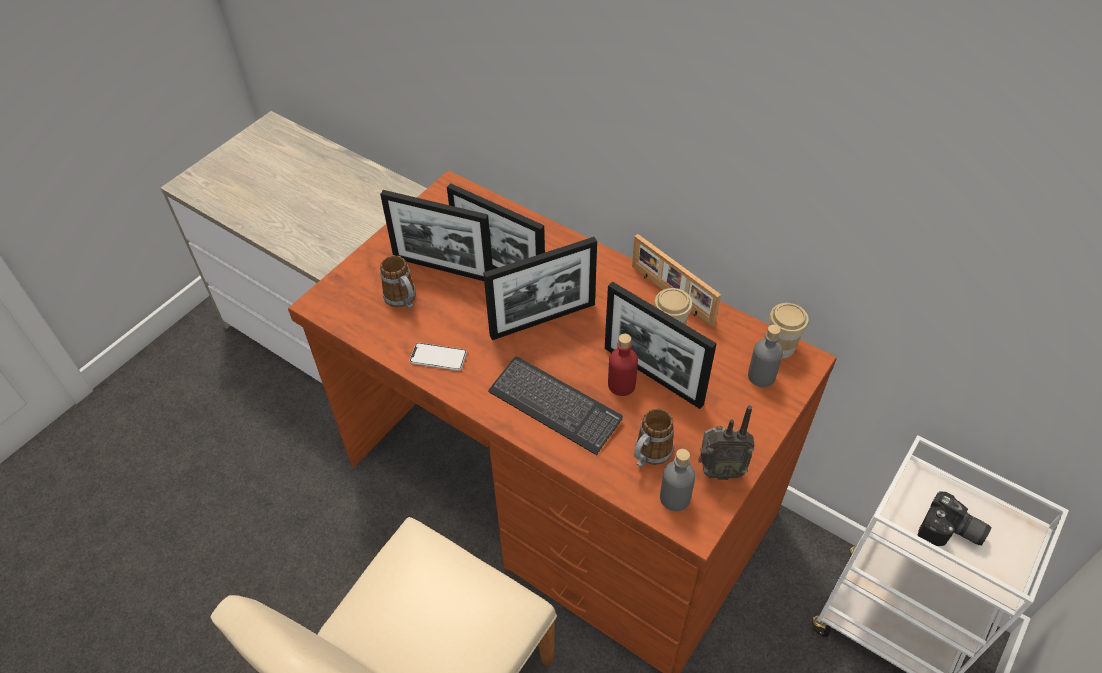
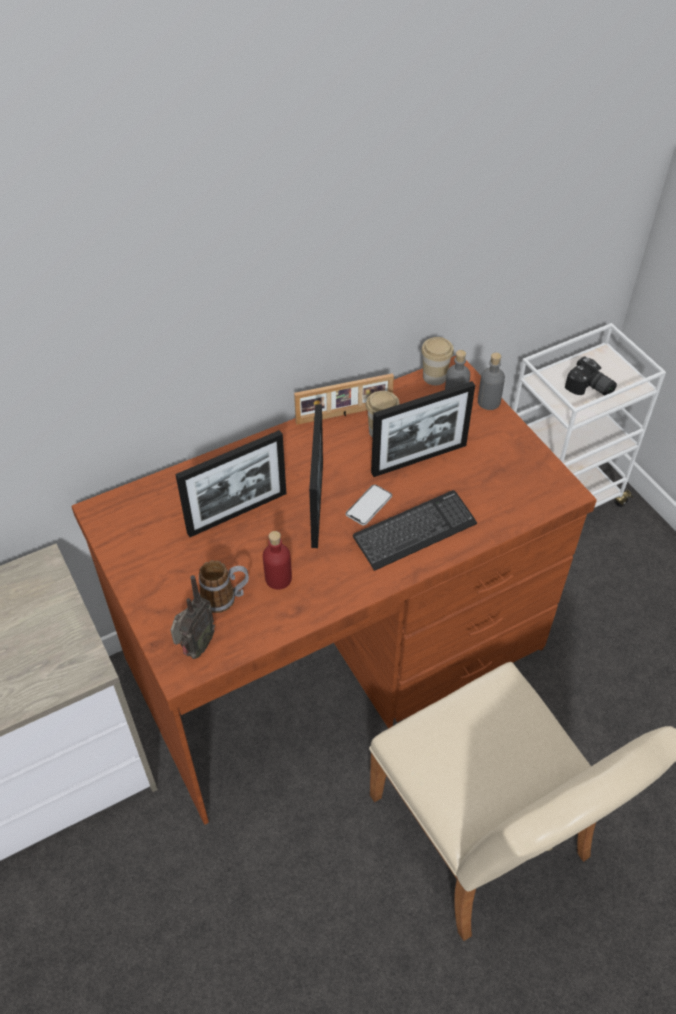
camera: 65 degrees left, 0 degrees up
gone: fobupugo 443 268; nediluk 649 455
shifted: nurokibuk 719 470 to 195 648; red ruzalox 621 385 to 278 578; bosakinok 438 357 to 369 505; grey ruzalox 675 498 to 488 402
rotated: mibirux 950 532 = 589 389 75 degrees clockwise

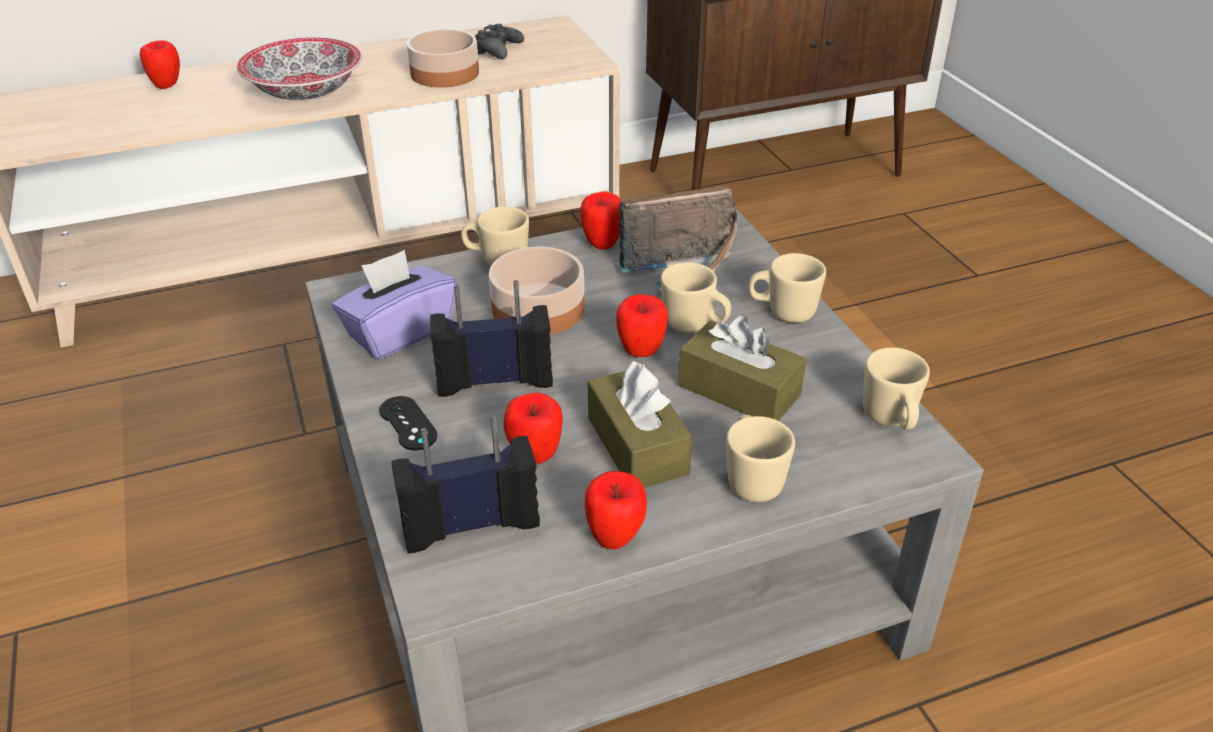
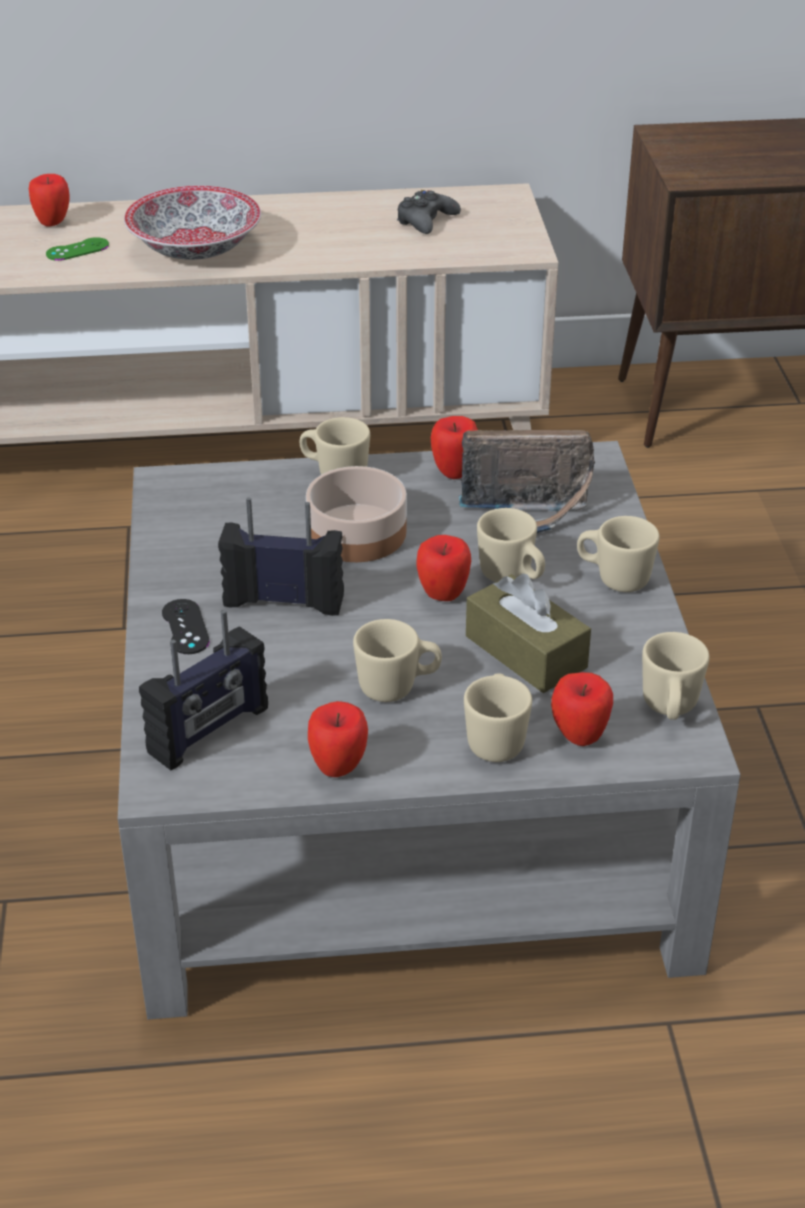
camera: 15 degrees right, 0 degrees up
gone: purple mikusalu 399 332; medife 443 73
new: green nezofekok 77 250
shifted: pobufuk 535 456 to 579 738
swapped: brown mikusalu 637 445 to beige nediluk 397 687
rotated: nurokibuk 470 525 = 209 731 135 degrees clockwise

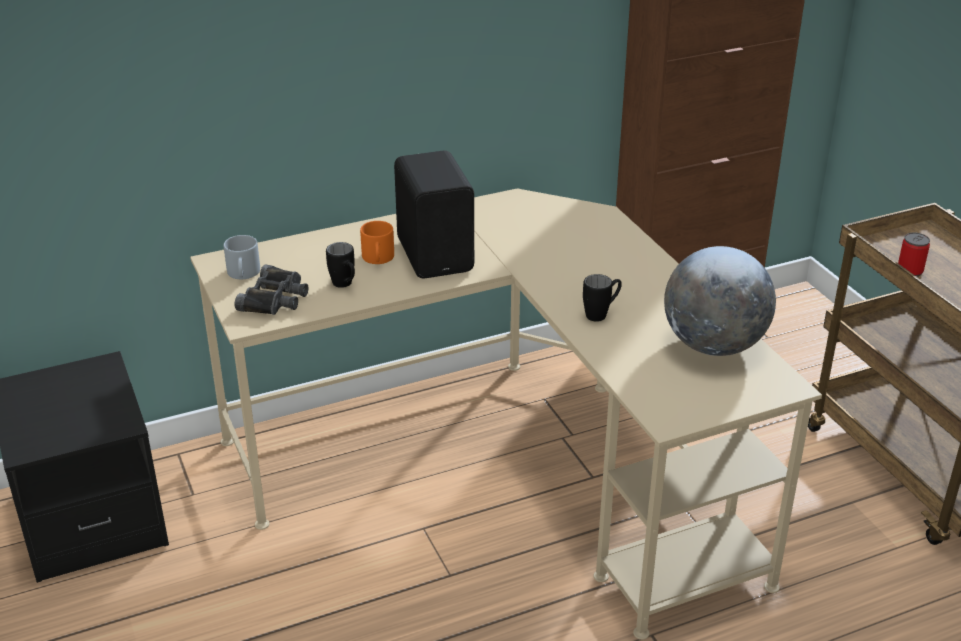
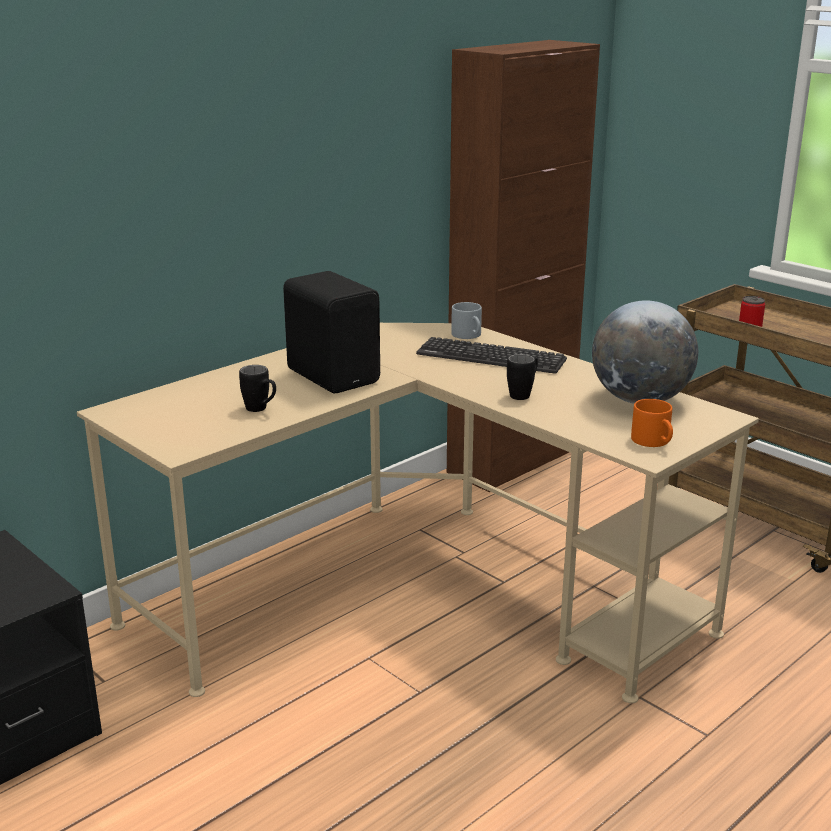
camera: 20 degrees left, 10 degrees down
gone: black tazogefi 275 298
new: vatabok 491 357
shifted: grey nediluk 244 274 to 469 335; orange nediluk 378 259 to 654 442

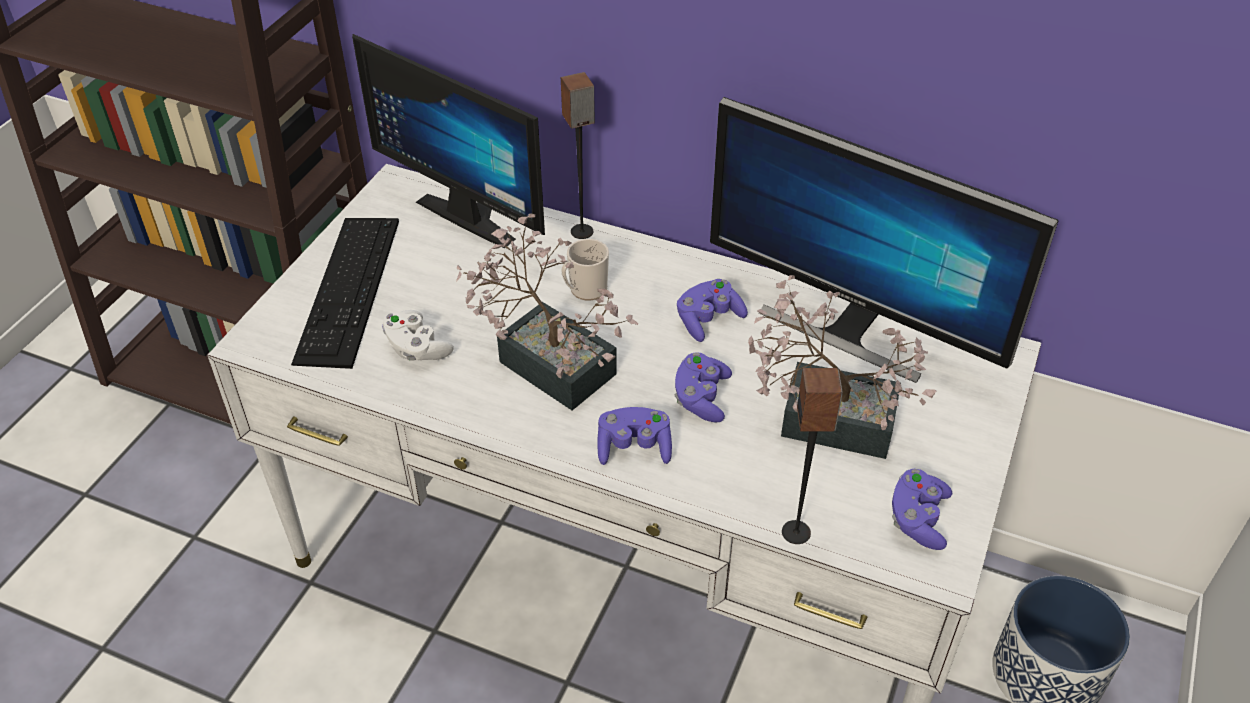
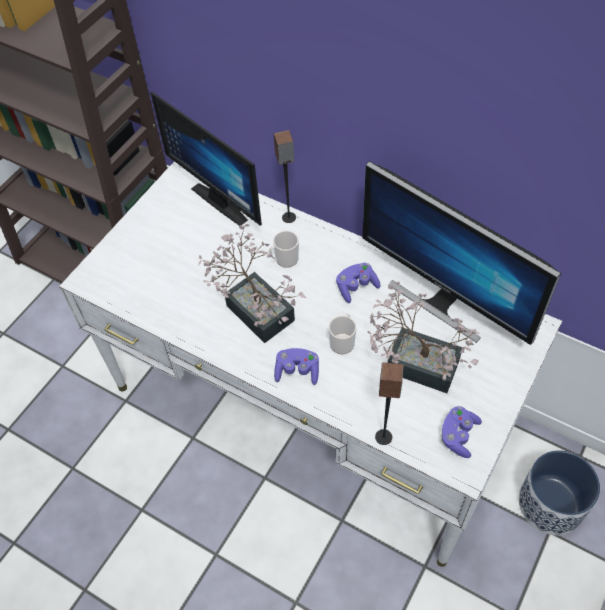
camera: 10 degrees right, 10 degrees up
gone: vatabok 348 289; white nezofekok 417 348
swapped: purple nezofekok 701 398 to nediluk 343 341

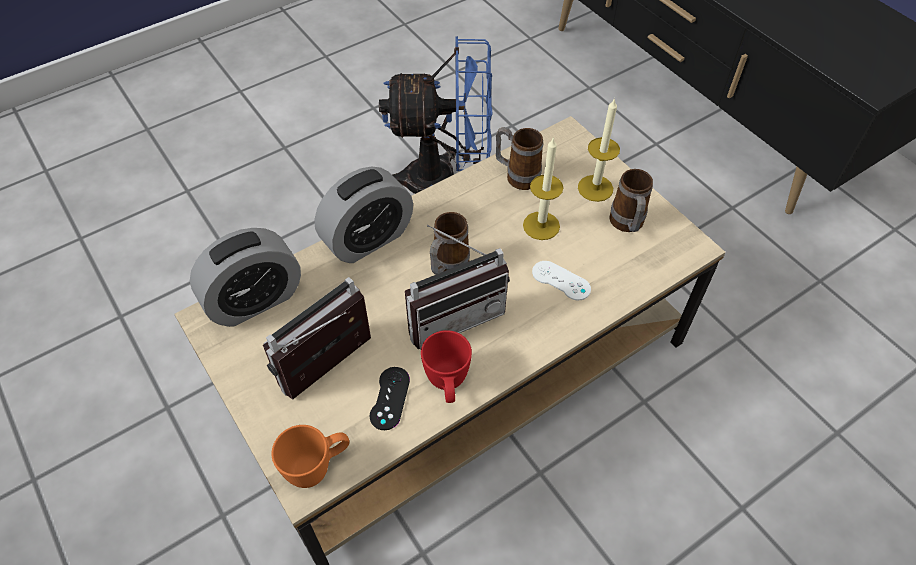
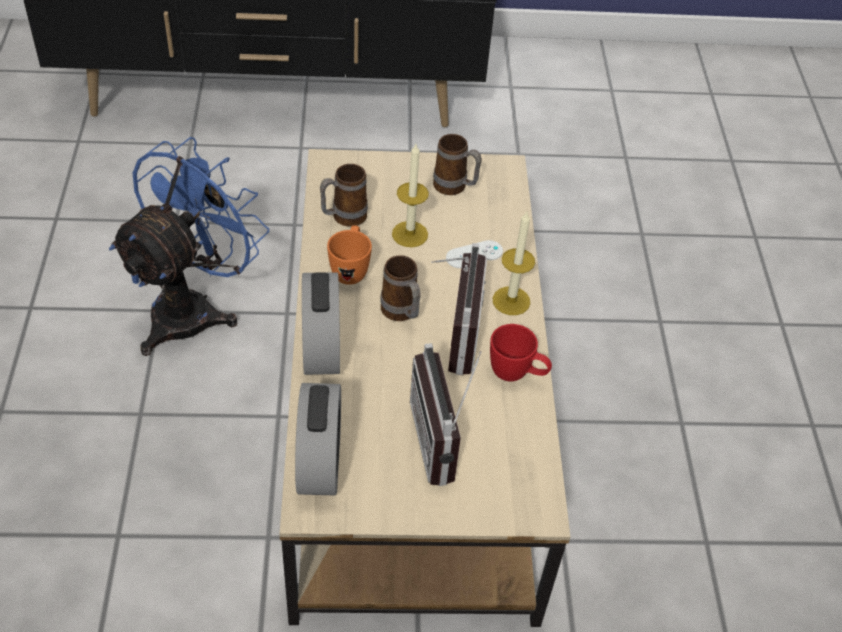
camera: 60 degrees left, 5 degrees down
gone: black nezofekok 390 398
shifted: orange nediluk 318 467 to 350 270; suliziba 595 188 to 511 301

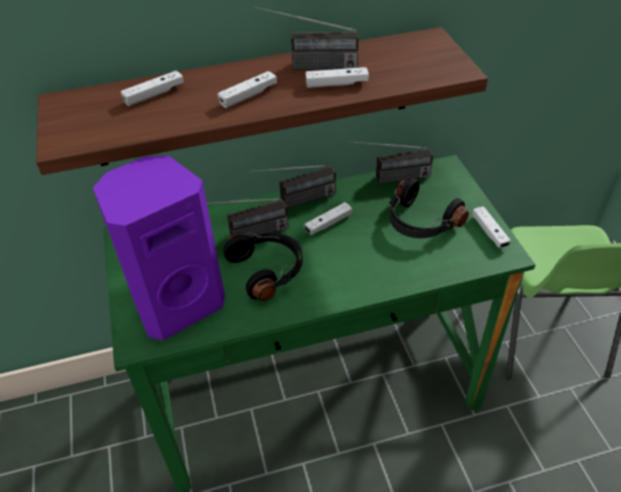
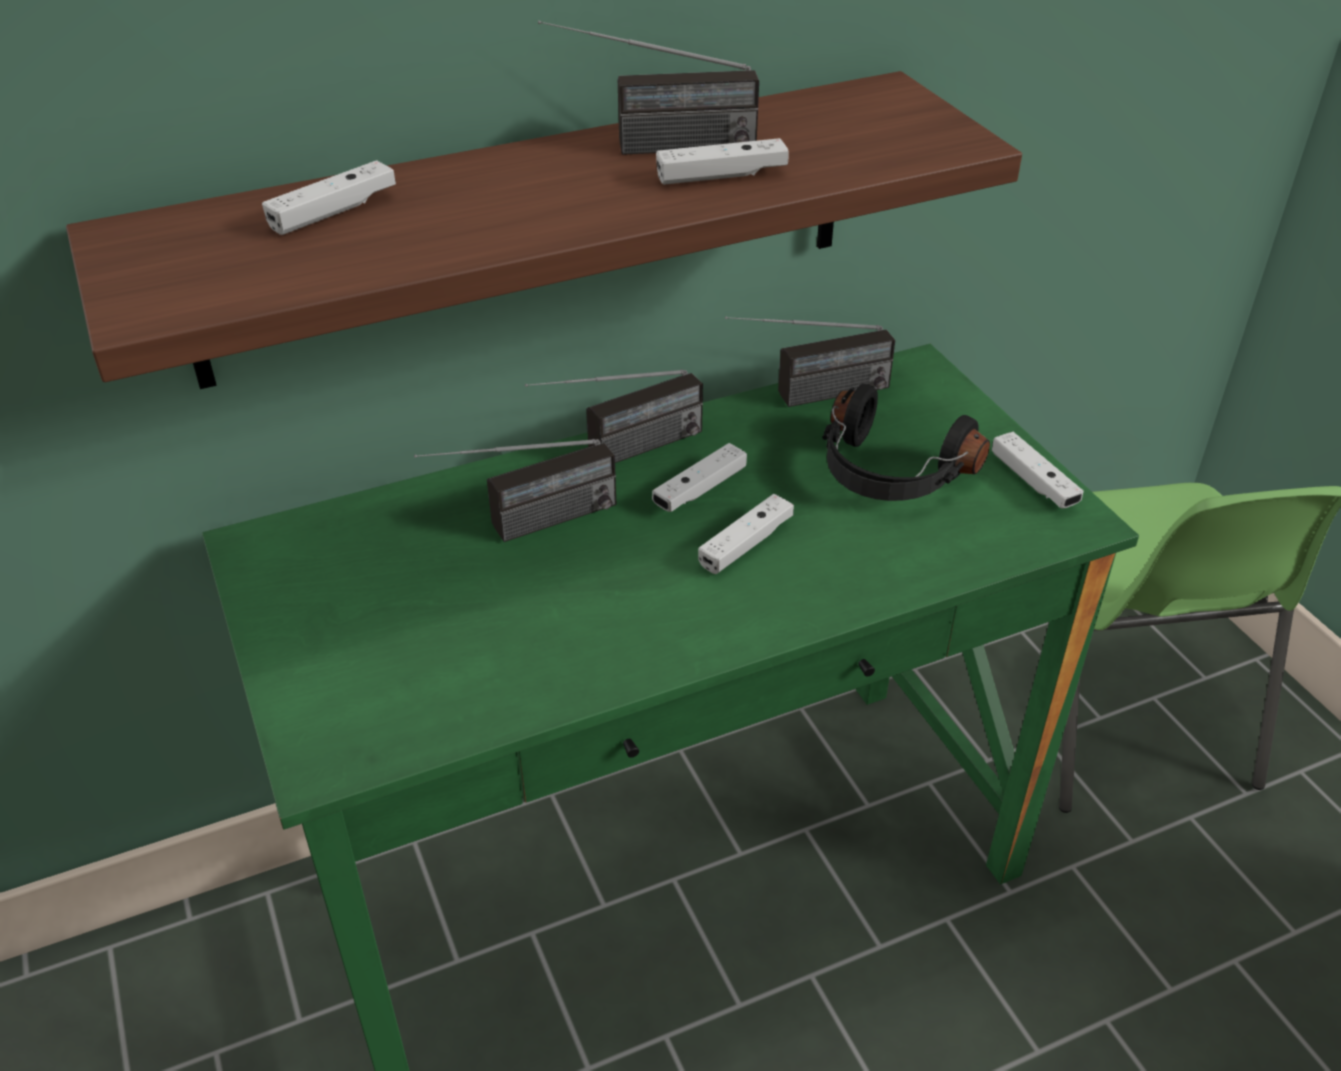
camera: 10 degrees left, 5 degrees down
gone: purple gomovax 177 303; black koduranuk 268 270
shifted: white nezofekok 248 96 to 746 544

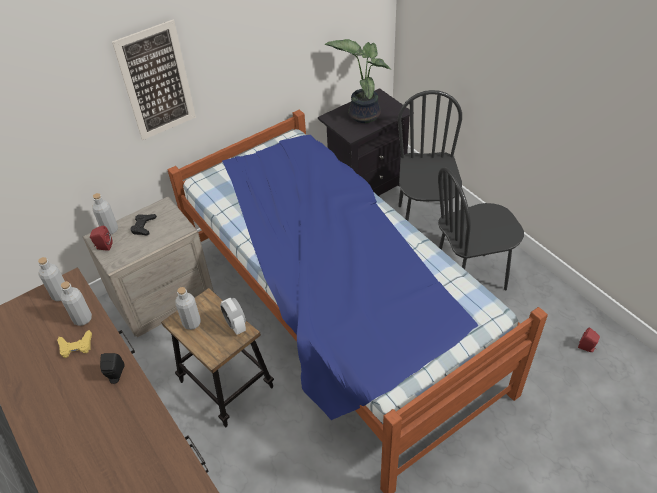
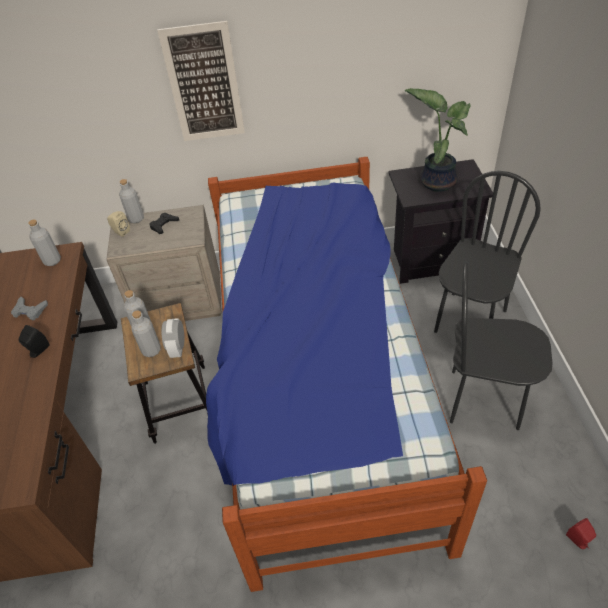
camera: 30 degrees right, 0 degrees up
shifted: grey ruzalox 82 319 to 151 350
repainted: yellow nezofekok 76 346 to grey nezofekok 29 311; red gomovax 103 246 to beige gomovax 120 232

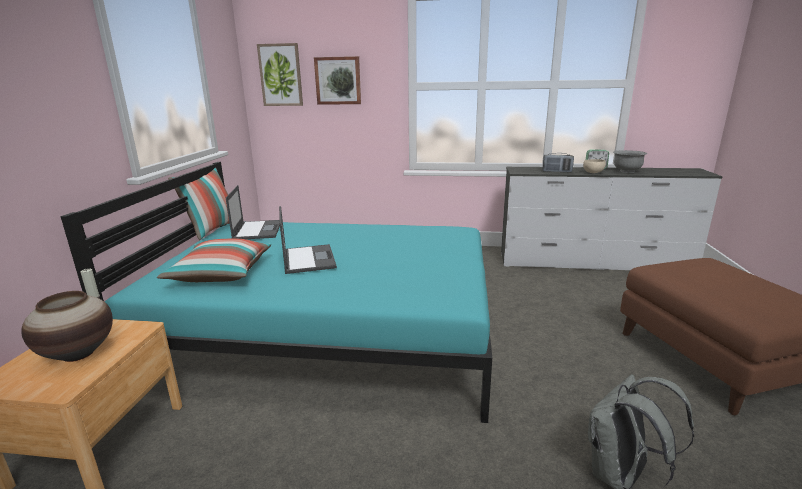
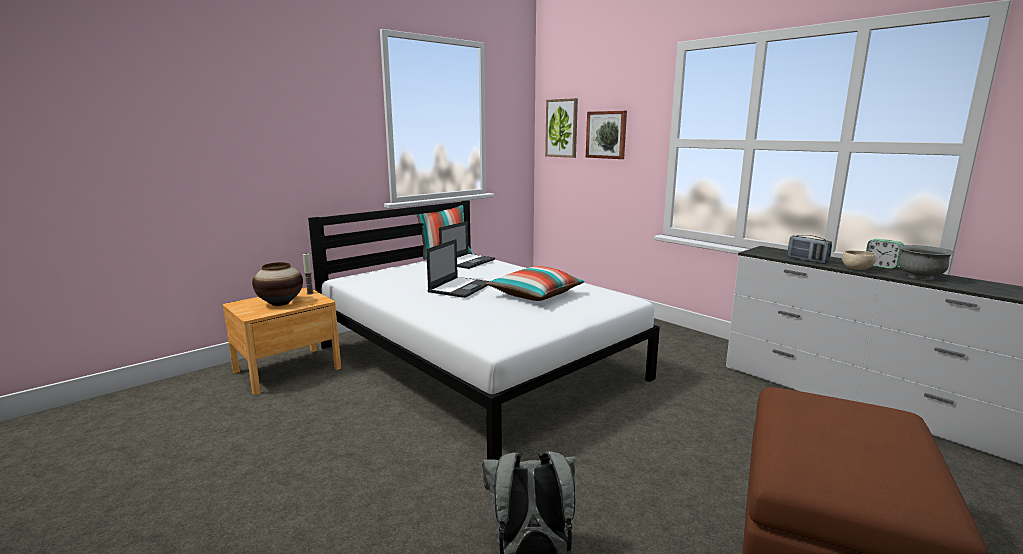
camera: 40 degrees right, 5 degrees down
shifted: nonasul 221 273 to 535 295
repainted: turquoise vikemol 328 332 to white vikemol 477 362

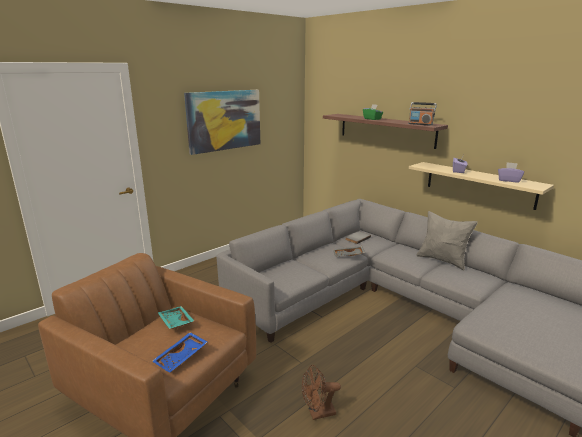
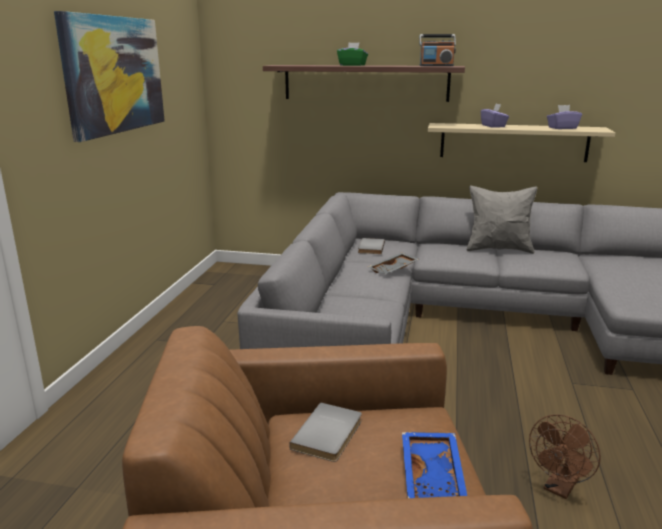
camera: 35 degrees left, 0 degrees up
swapped: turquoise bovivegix 175 322 to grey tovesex 330 434

